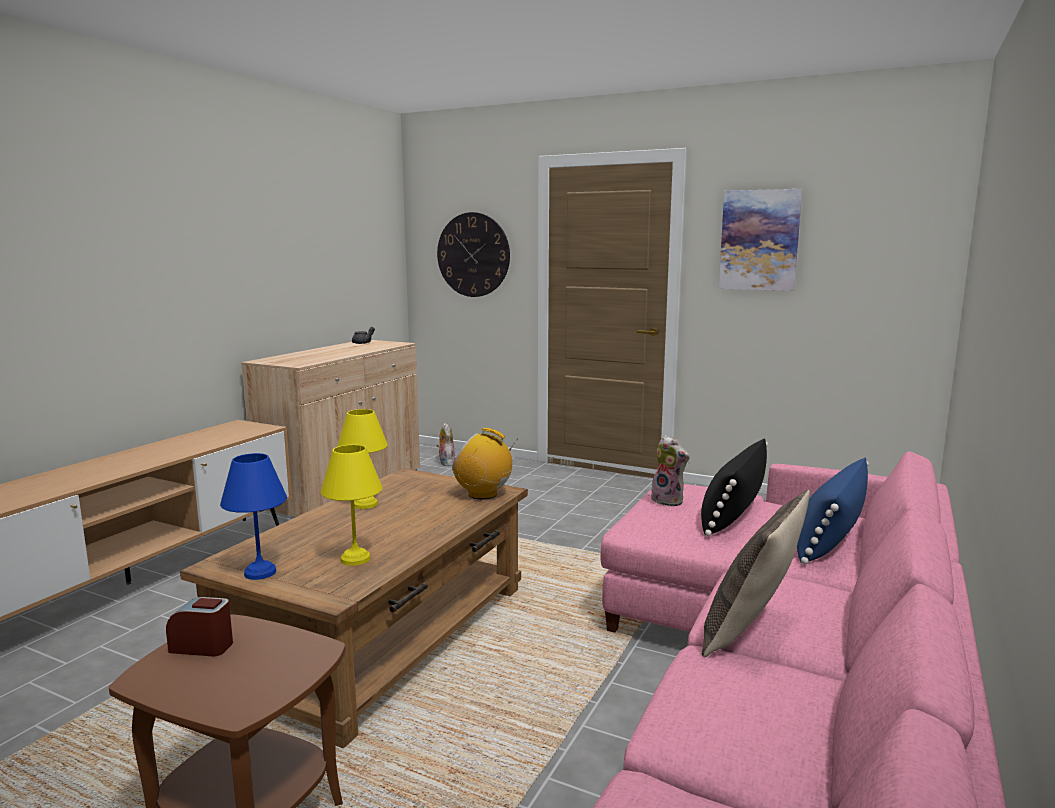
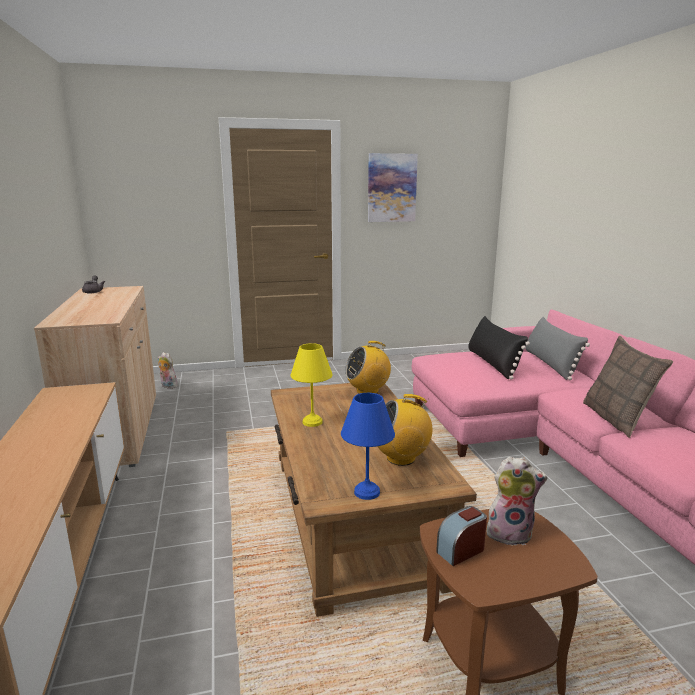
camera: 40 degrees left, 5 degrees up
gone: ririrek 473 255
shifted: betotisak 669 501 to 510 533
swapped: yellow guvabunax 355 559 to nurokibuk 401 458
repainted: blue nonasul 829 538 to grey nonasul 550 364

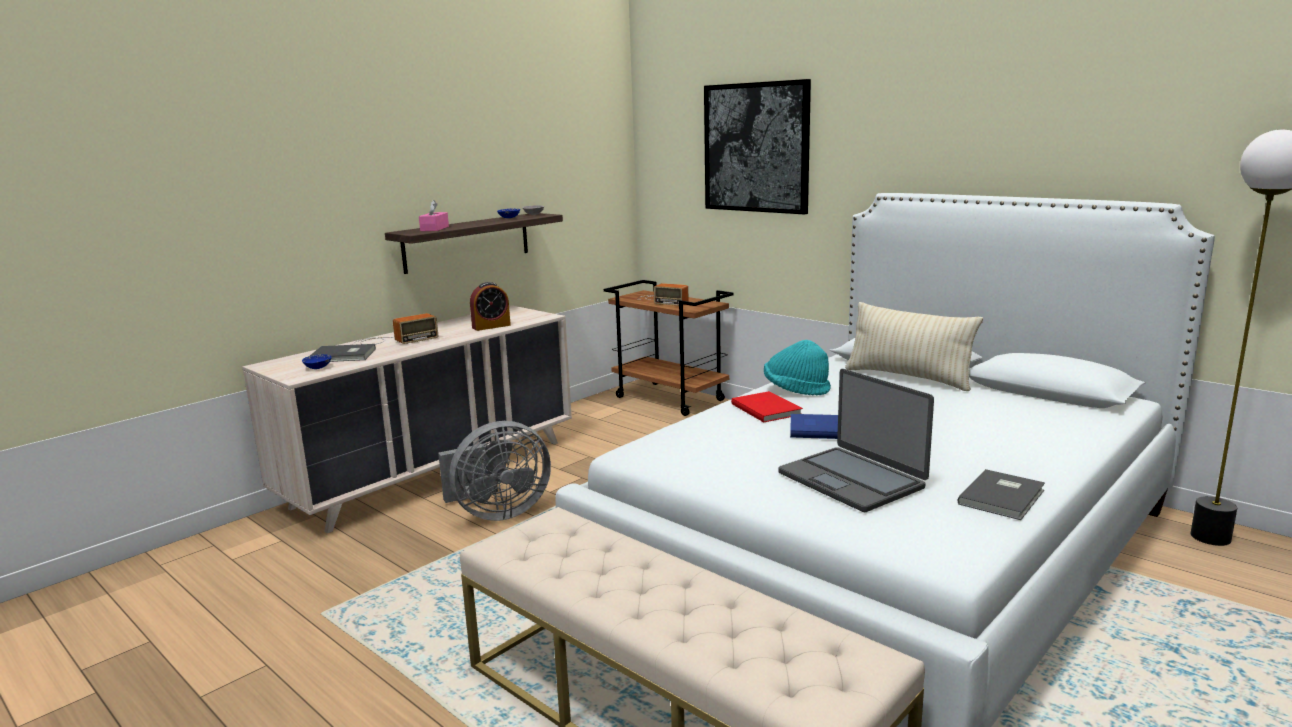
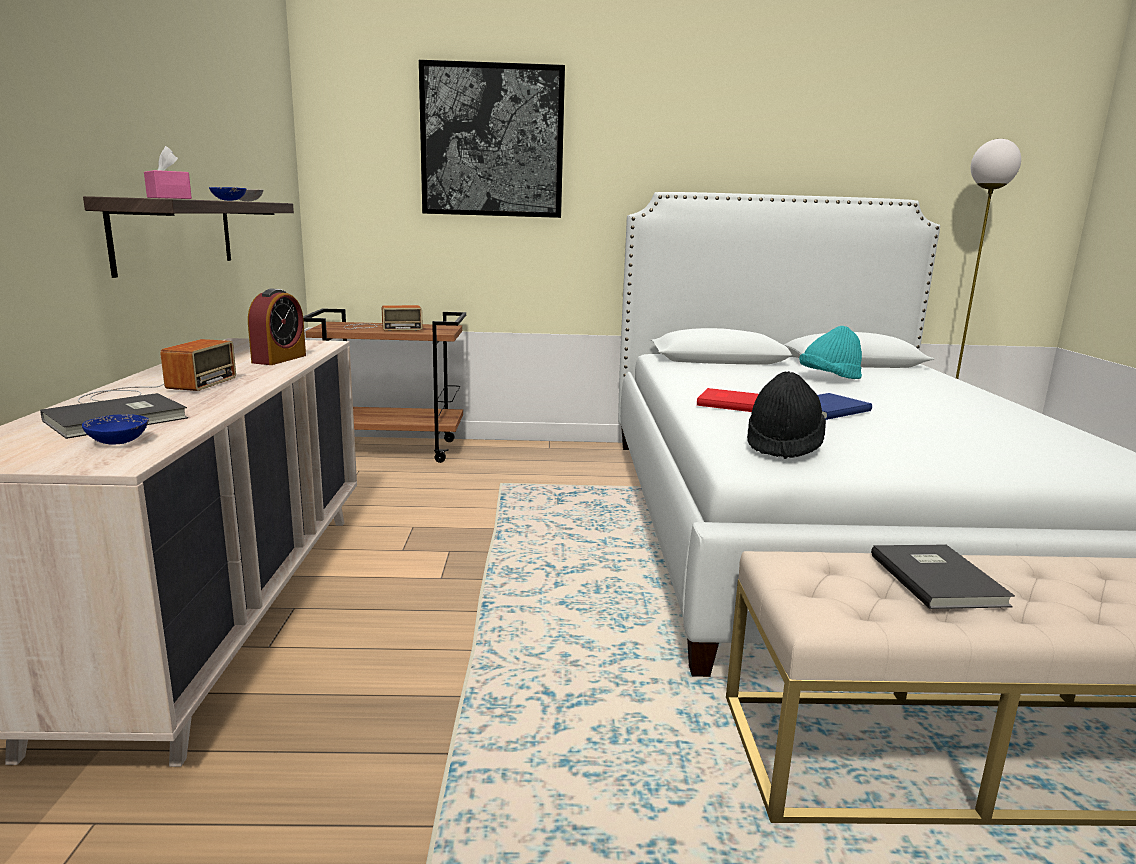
camera: 45 degrees left, 0 degrees up
gone: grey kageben 497 513; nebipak 852 480; beige nonasul 908 378
new: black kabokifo 783 445
shifted: turquoise kabokifo 796 390 to 829 378; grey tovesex 1004 497 to 939 579

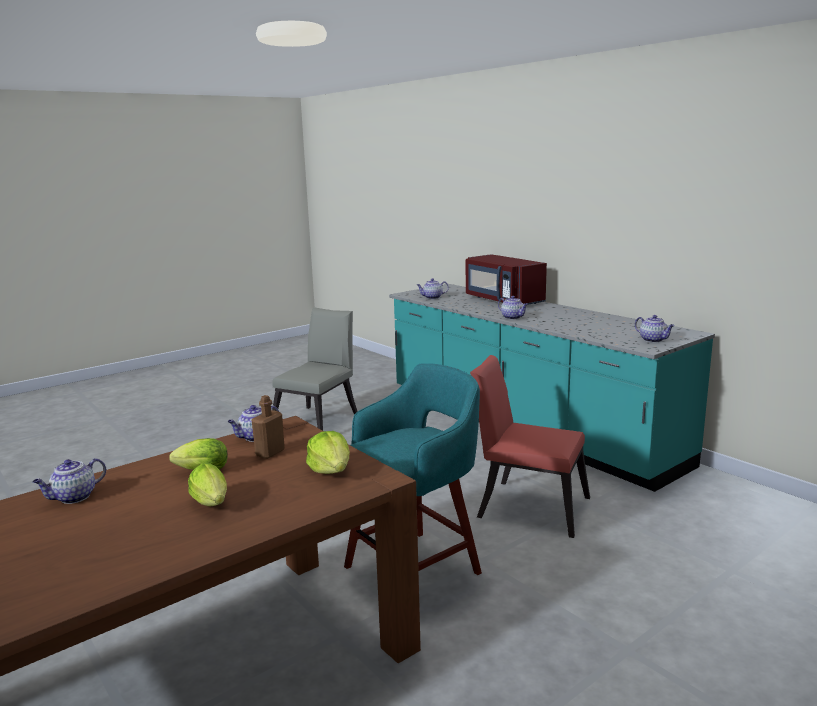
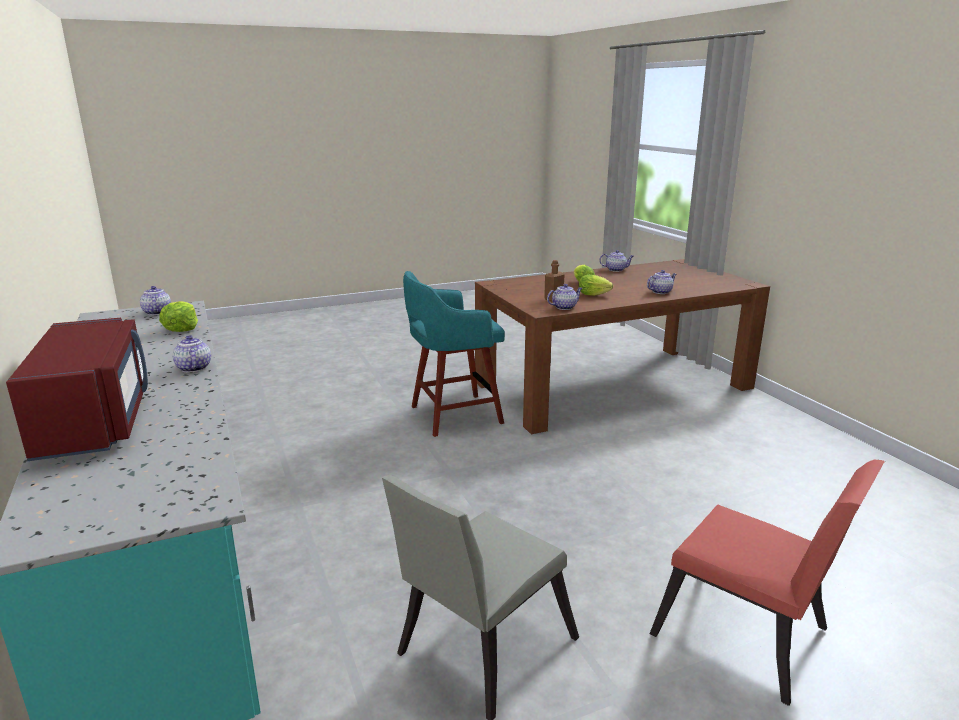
camera: 165 degrees left, 5 degrees up
shifted: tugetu 331 470 to 181 328; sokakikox 432 297 to 616 270; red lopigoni 527 505 to 749 639

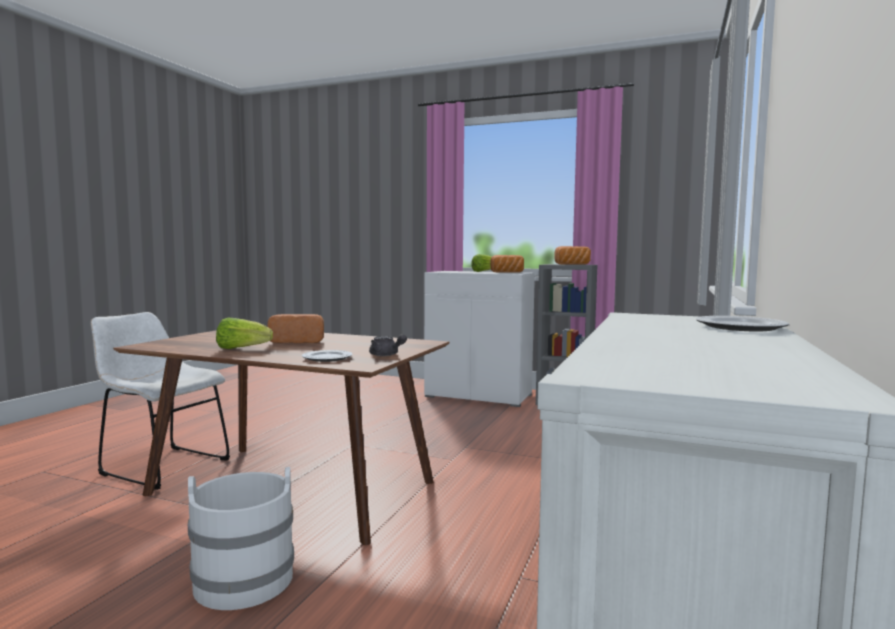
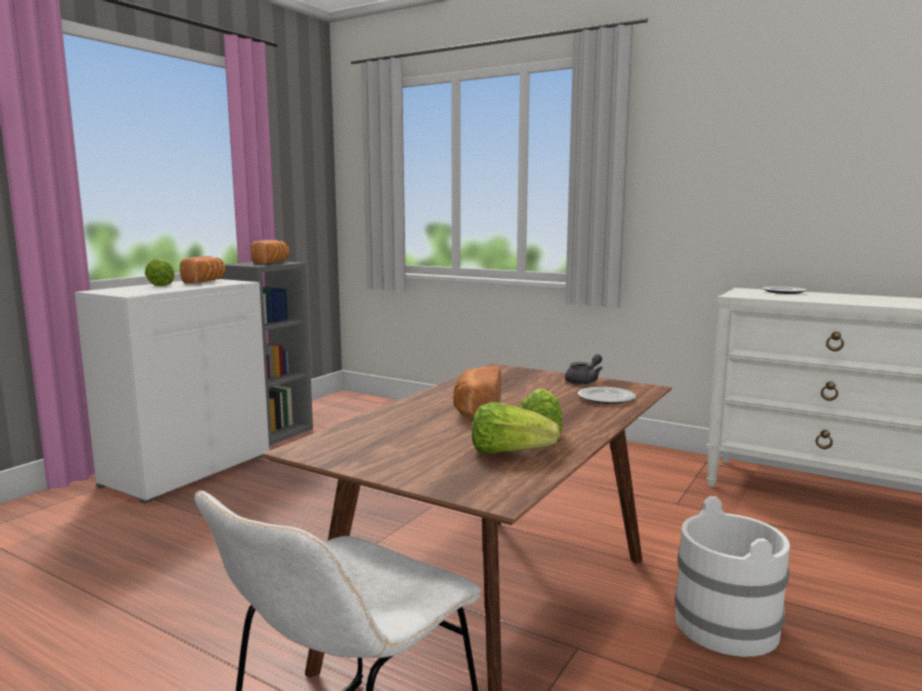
camera: 80 degrees left, 5 degrees up
new: tugetu 509 452

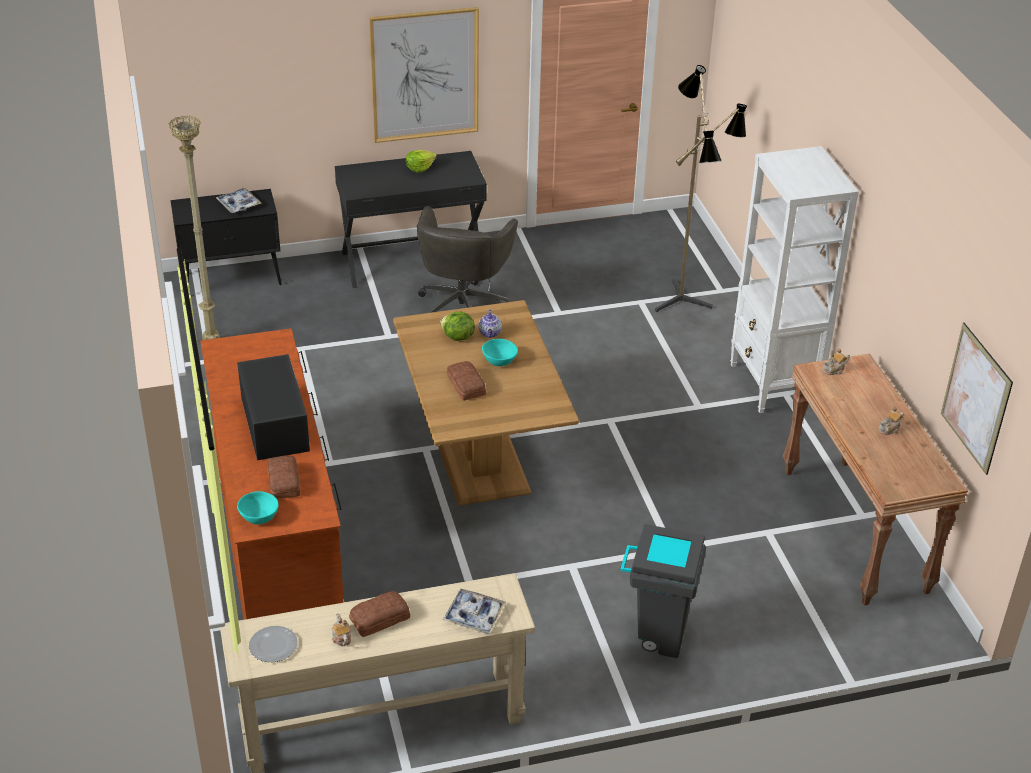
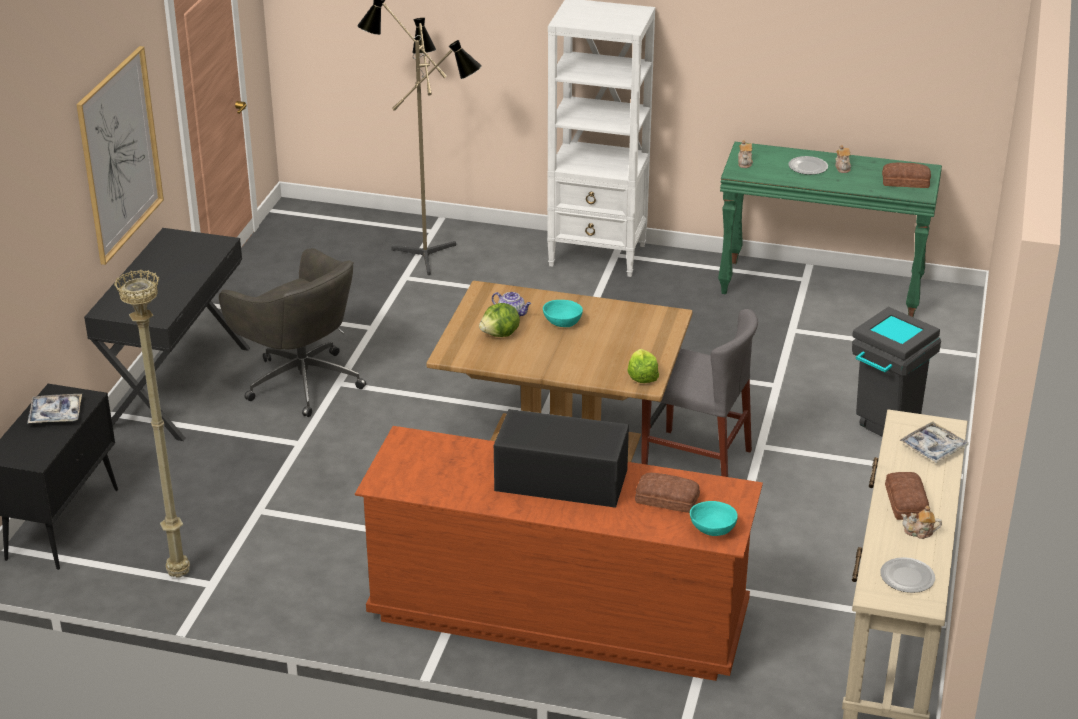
camera: 60 degrees left, 5 degrees down
gone: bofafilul 976 398
new: grey lopigoni 696 460; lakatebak 808 167
shifted: tugetu 420 168 to 642 376; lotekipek 465 386 to 906 182
repainted: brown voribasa 856 530 to green voribasa 821 289

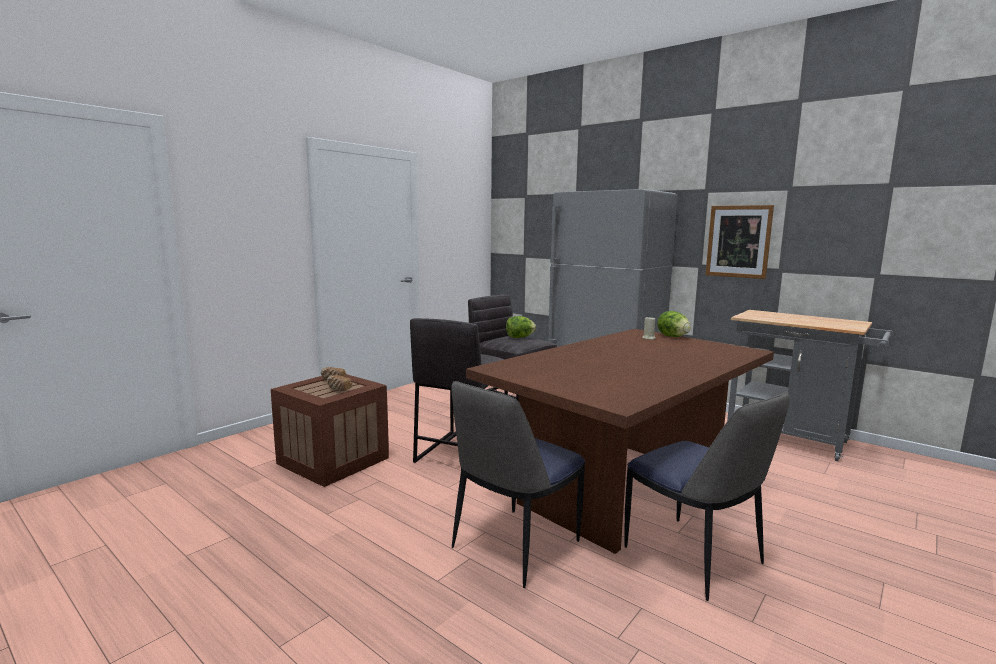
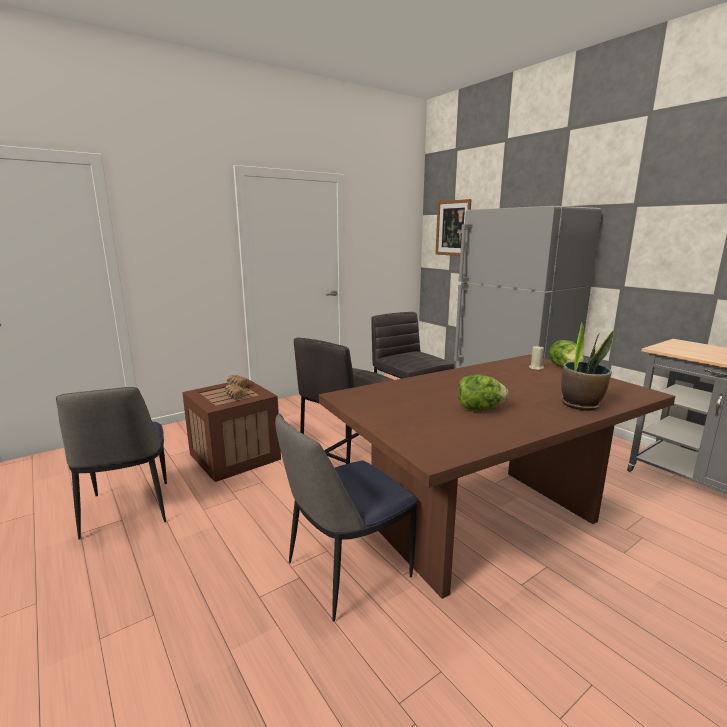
camera: 15 degrees right, 5 degrees up
new: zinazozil 581 404
shifted: lopigoni 695 558 to 127 510; bofafilul 738 241 to 453 228; tugetu 519 337 to 479 409

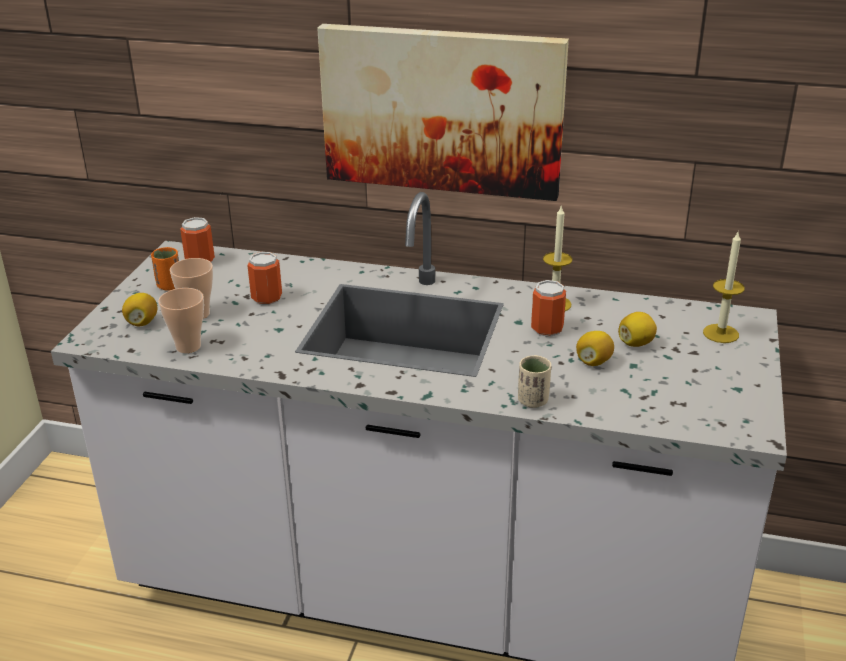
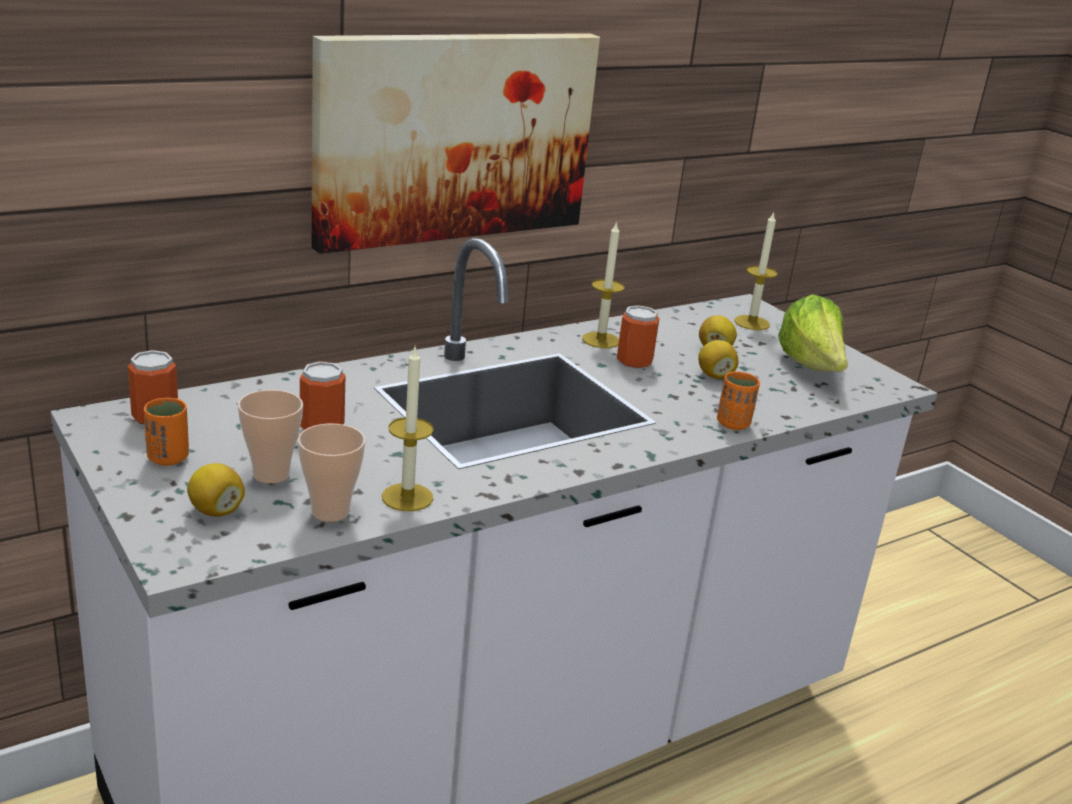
camera: 50 degrees left, 5 degrees down
new: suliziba 407 497; tugetu 812 367
repainted: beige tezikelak 533 401 to orange tezikelak 733 424

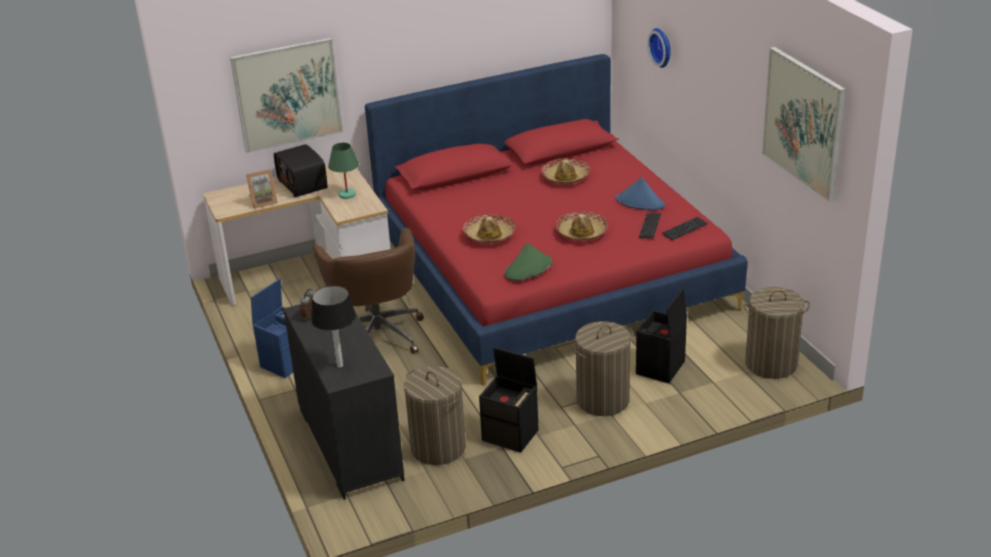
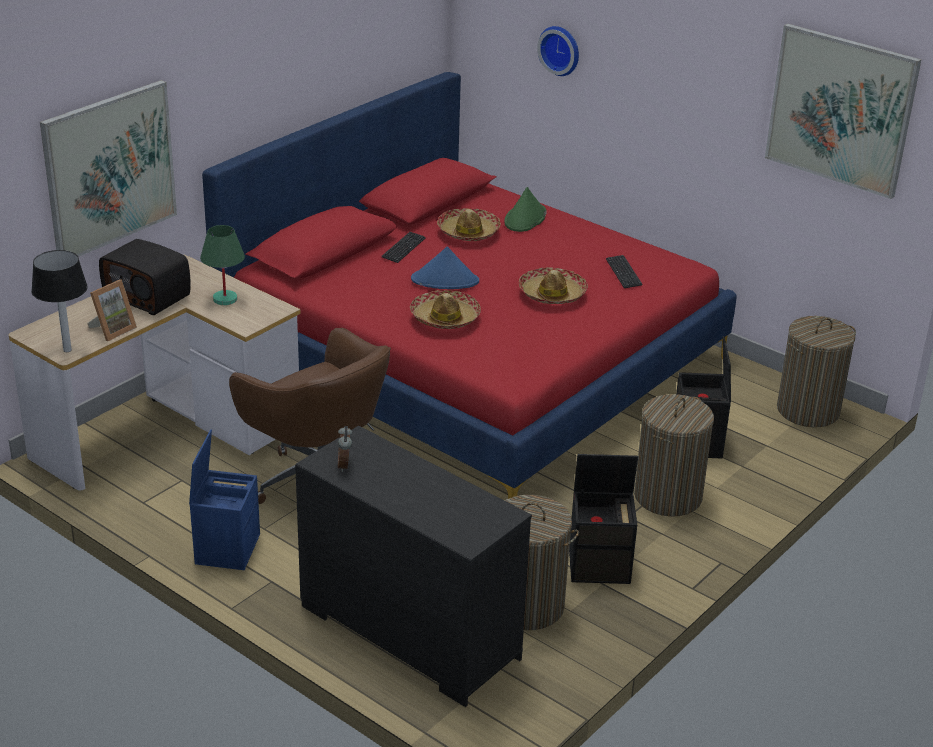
camera: 30 degrees left, 0 degrees up
shifted: guvabunax 339 366 to 67 350; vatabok 684 229 to 403 248; blue kabokifo 640 202 to 445 280; green kabokifo 528 269 to 525 218

